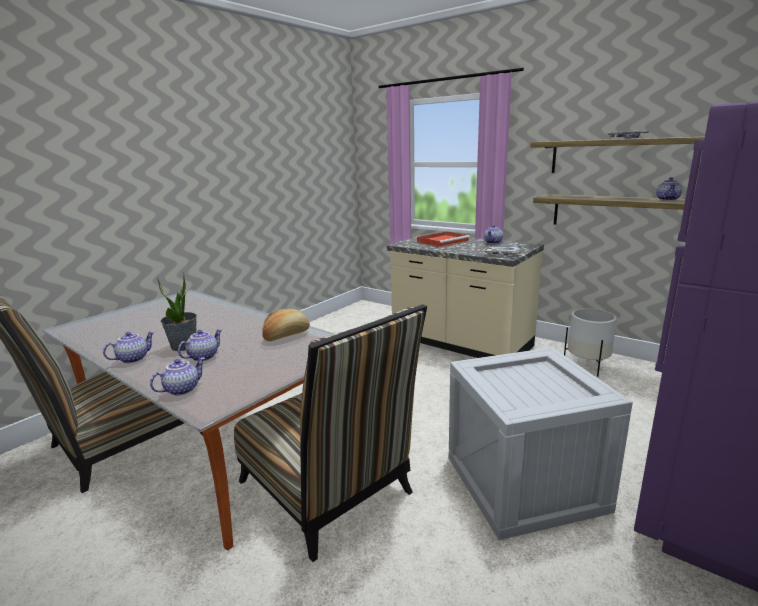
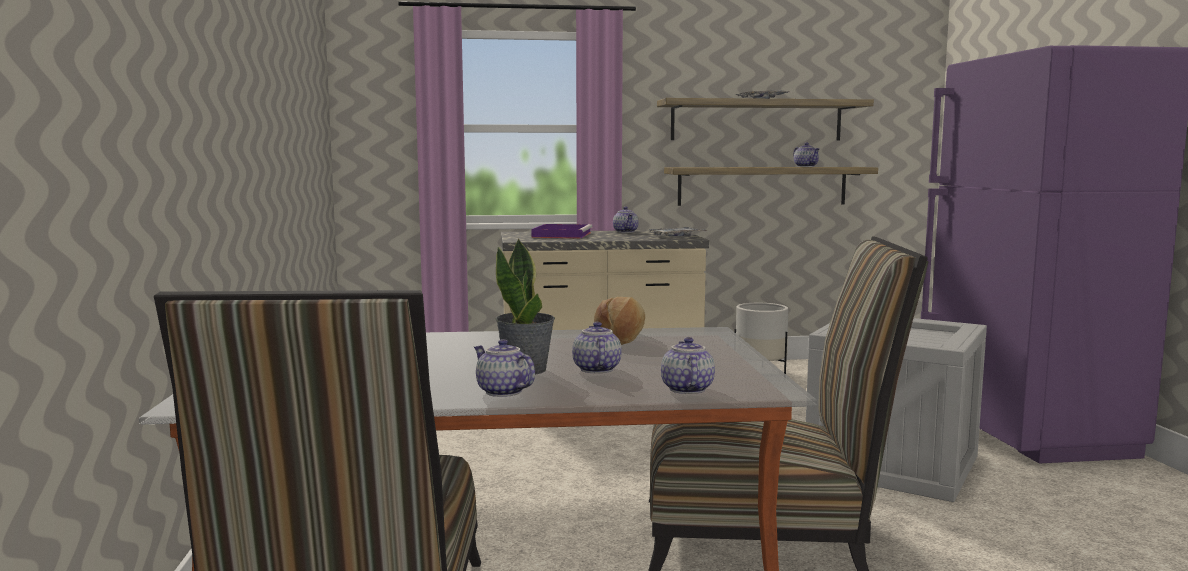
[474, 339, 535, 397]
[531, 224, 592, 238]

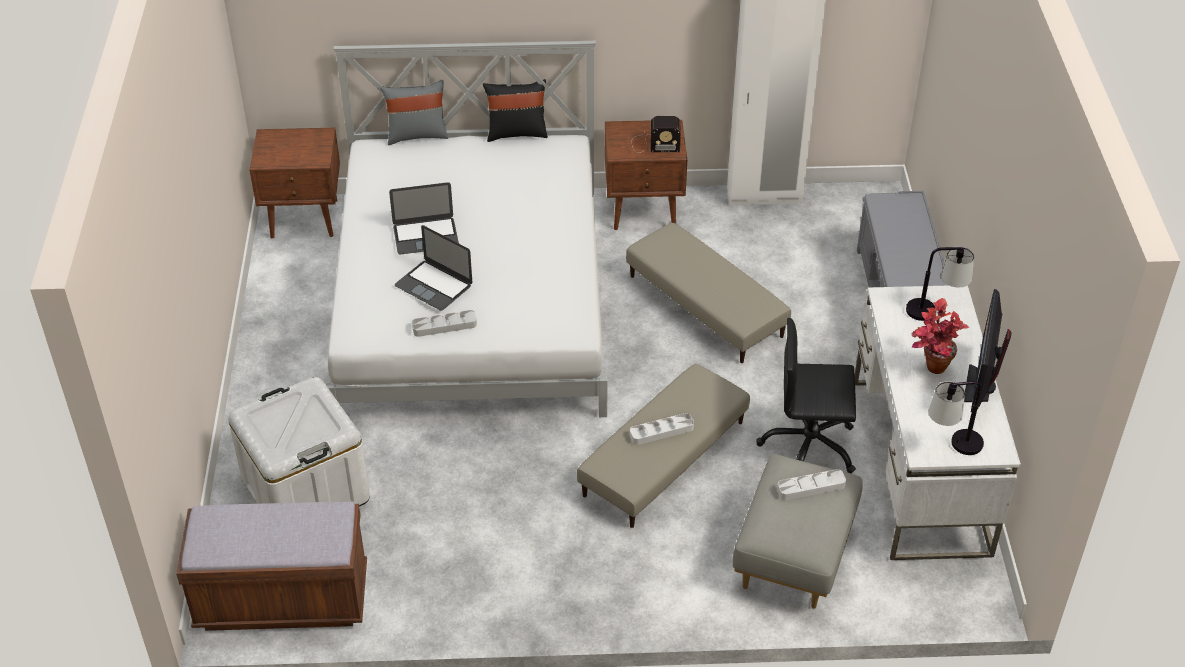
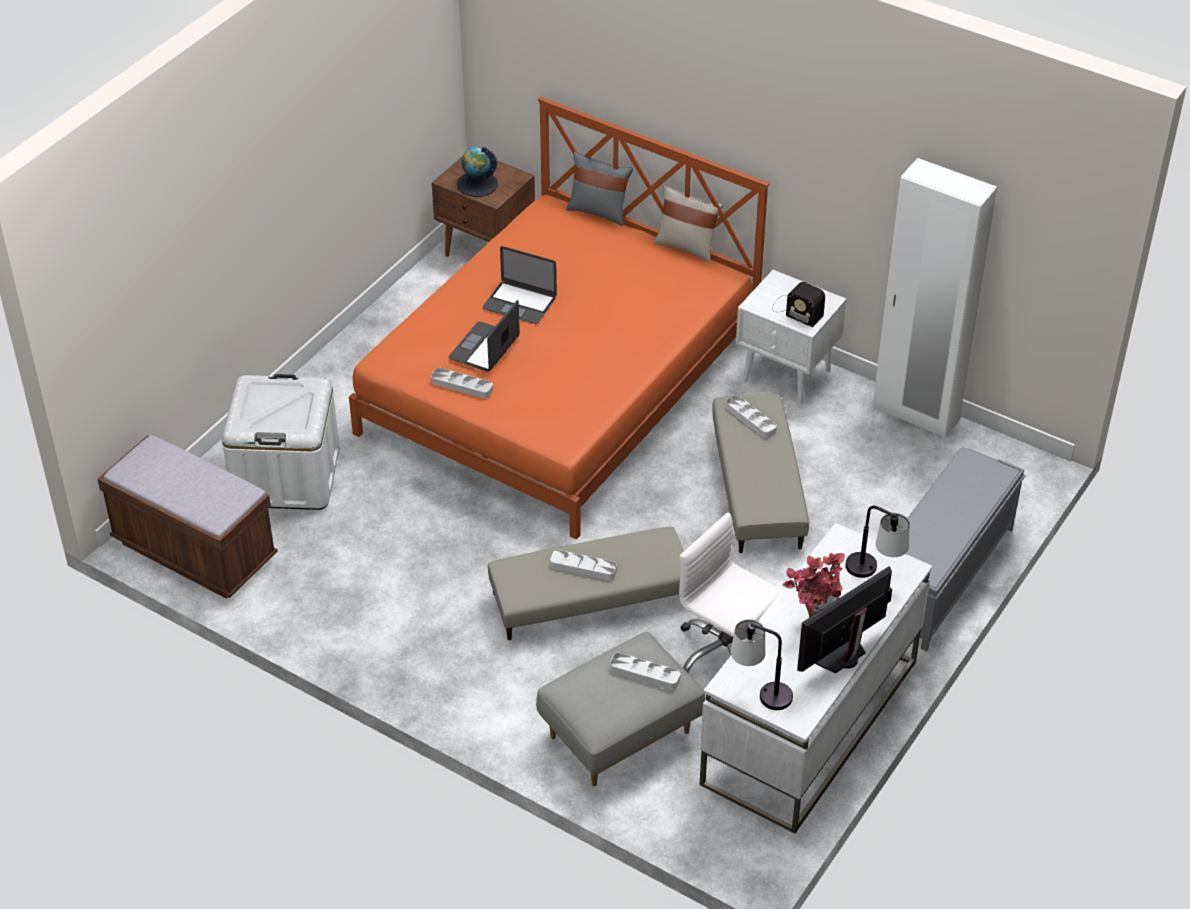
[349, 96, 770, 540]
[449, 300, 520, 372]
[654, 185, 723, 263]
[736, 270, 846, 405]
[679, 512, 782, 673]
[457, 147, 498, 197]
[725, 395, 777, 438]

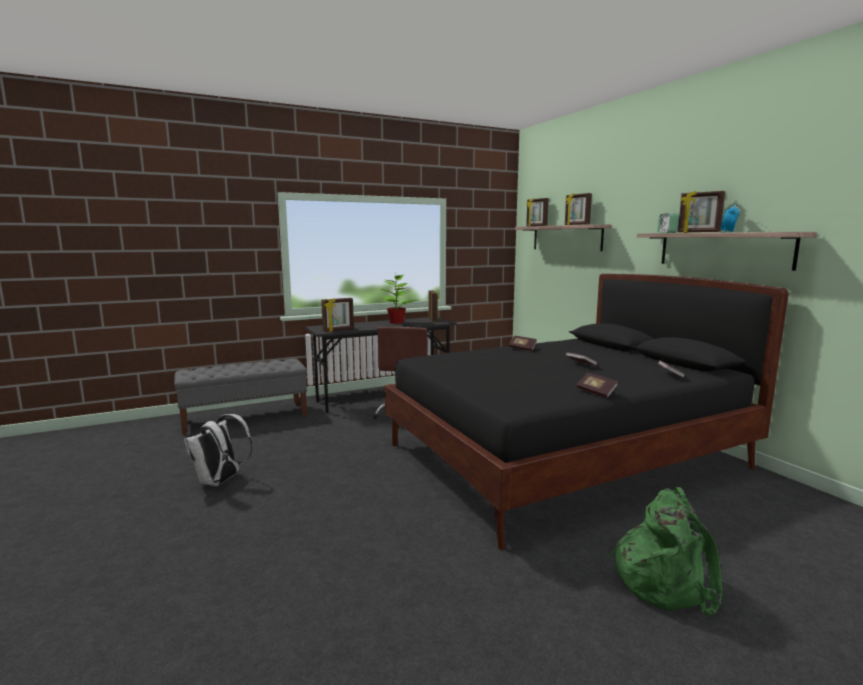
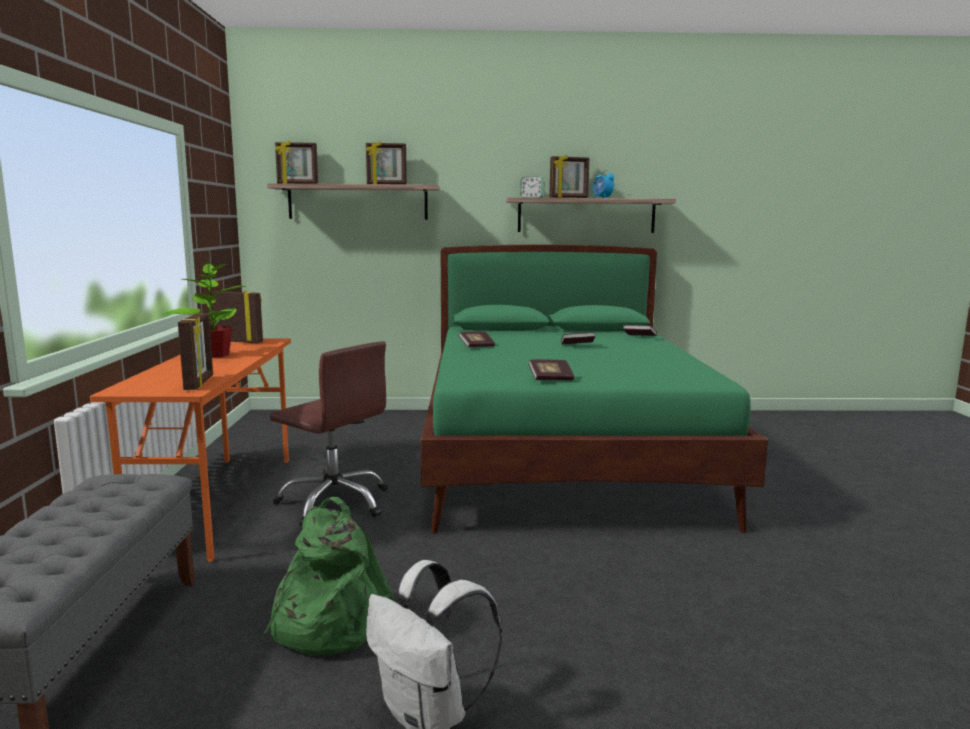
[90, 338, 291, 562]
[421, 245, 768, 533]
[528, 360, 574, 380]
[264, 497, 396, 655]

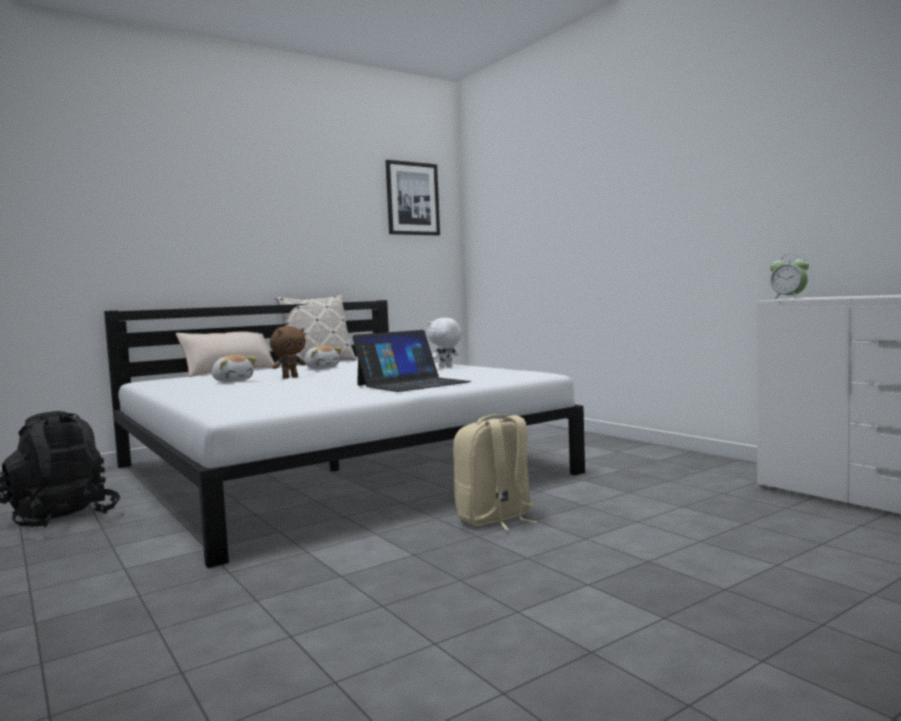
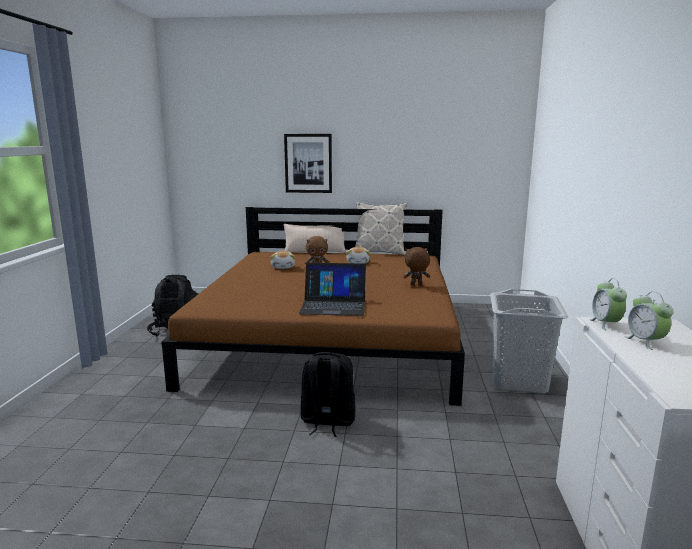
[162, 207, 465, 406]
[284, 134, 332, 193]
[403, 247, 430, 286]
[301, 352, 355, 437]
[490, 289, 568, 394]
[625, 292, 674, 350]

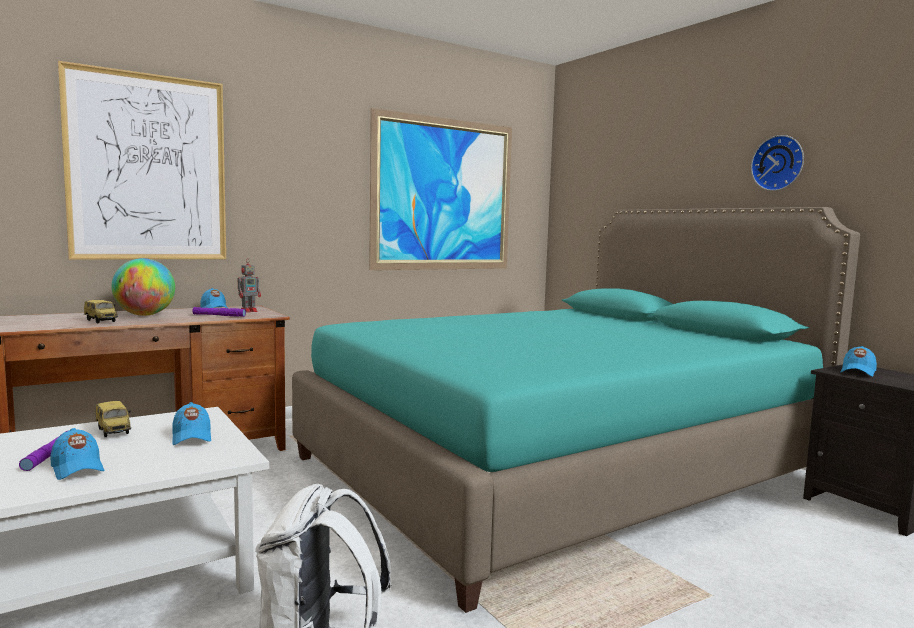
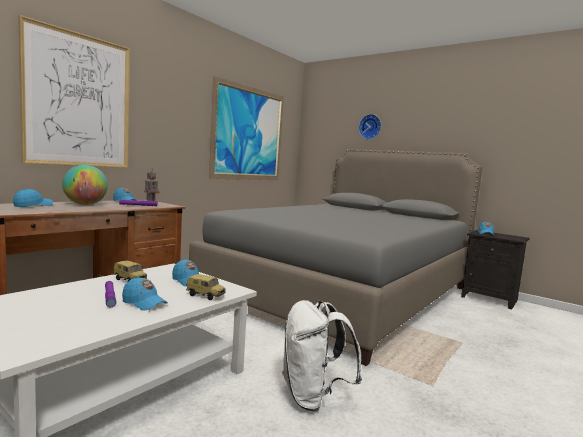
[186, 274, 226, 300]
[189, 149, 482, 366]
[358, 114, 381, 139]
[13, 189, 53, 207]

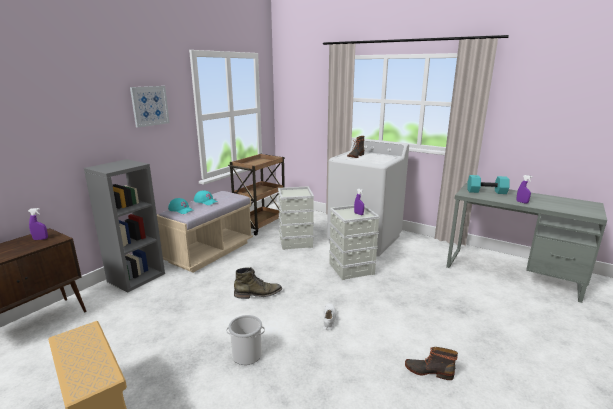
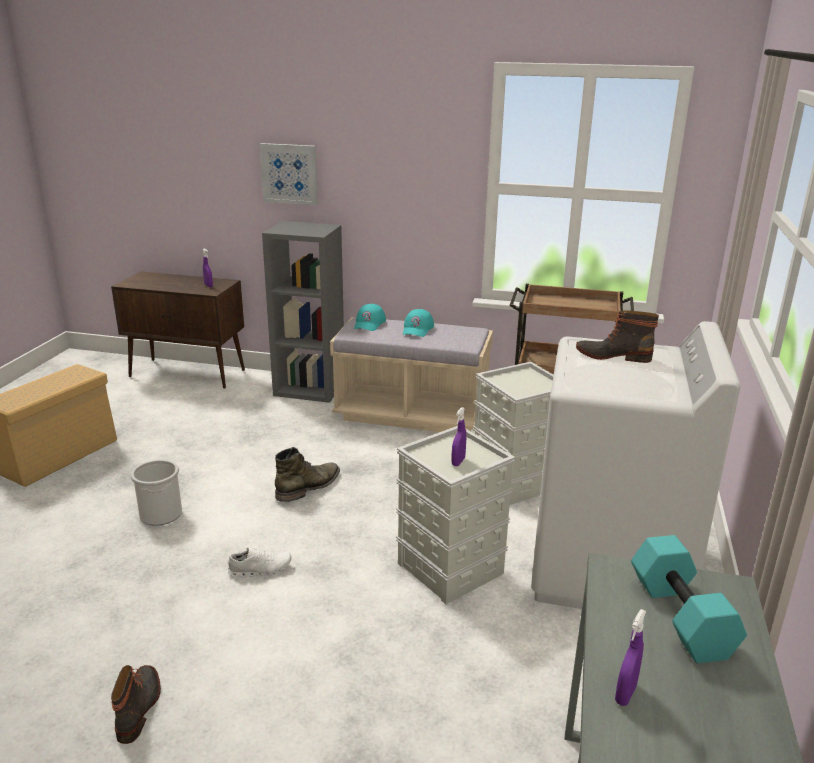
[260, 143, 318, 205]
[275, 447, 340, 502]

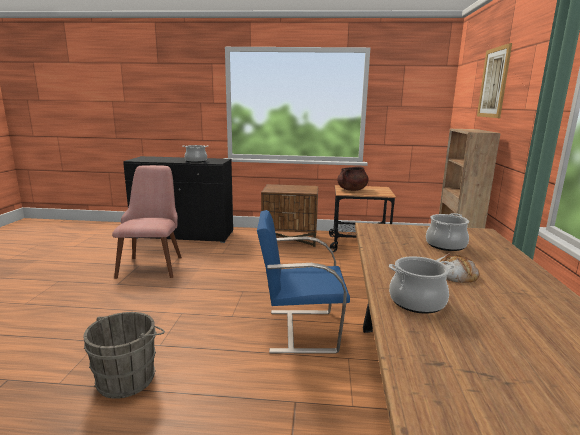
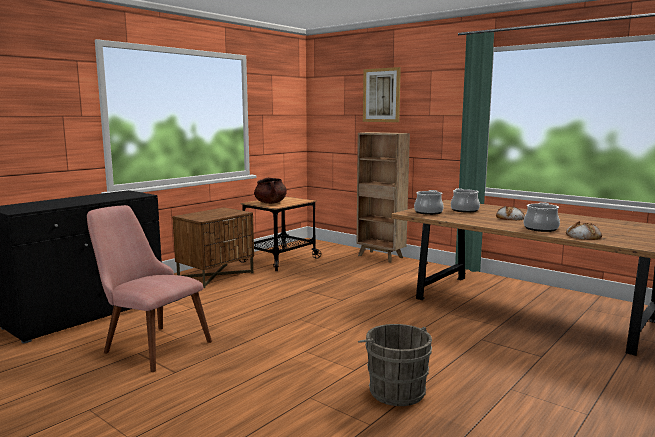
[414, 190, 444, 215]
[257, 210, 350, 353] (first image)
[566, 221, 602, 240]

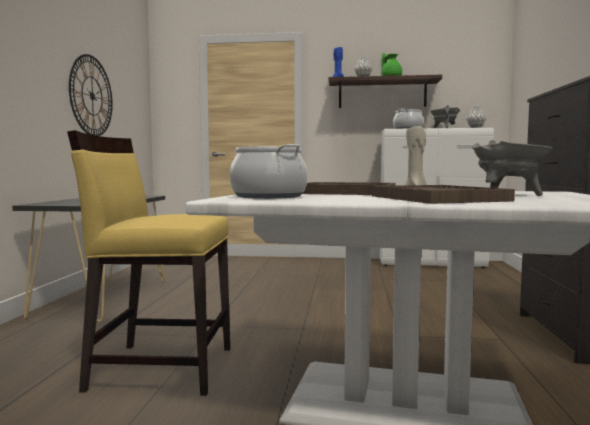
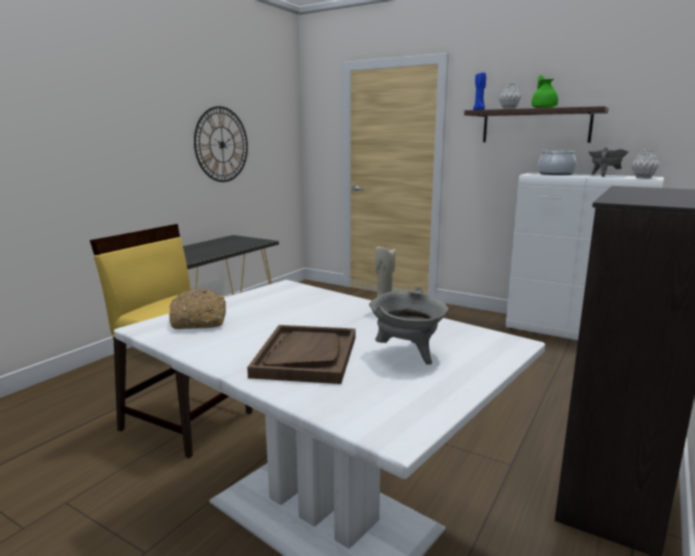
[169, 289, 226, 329]
[302, 182, 396, 195] (first image)

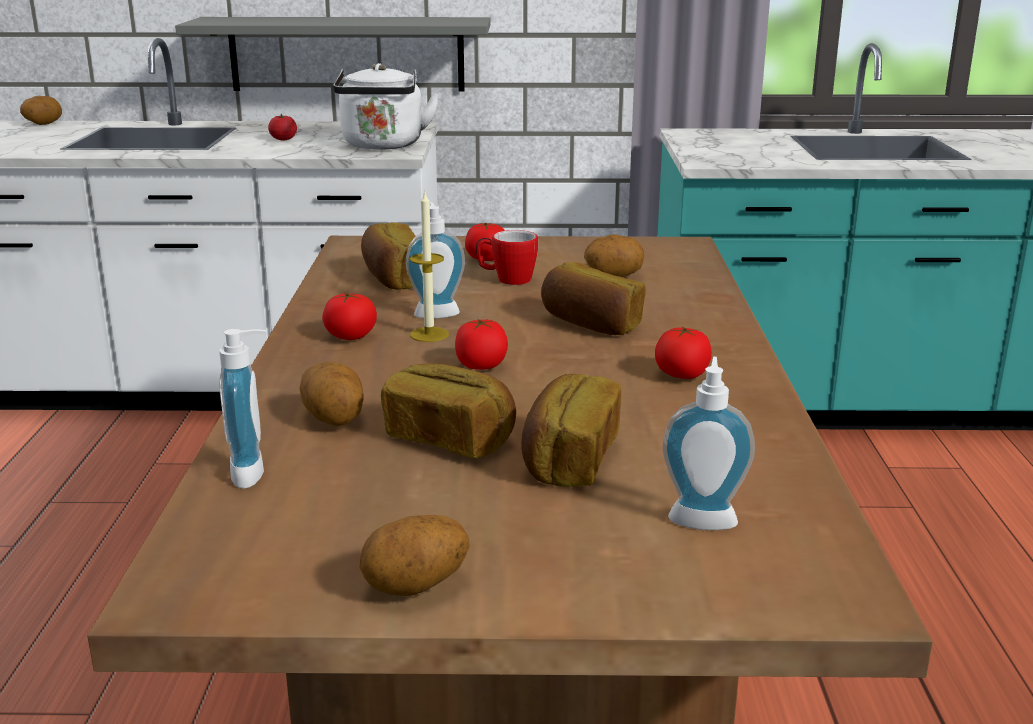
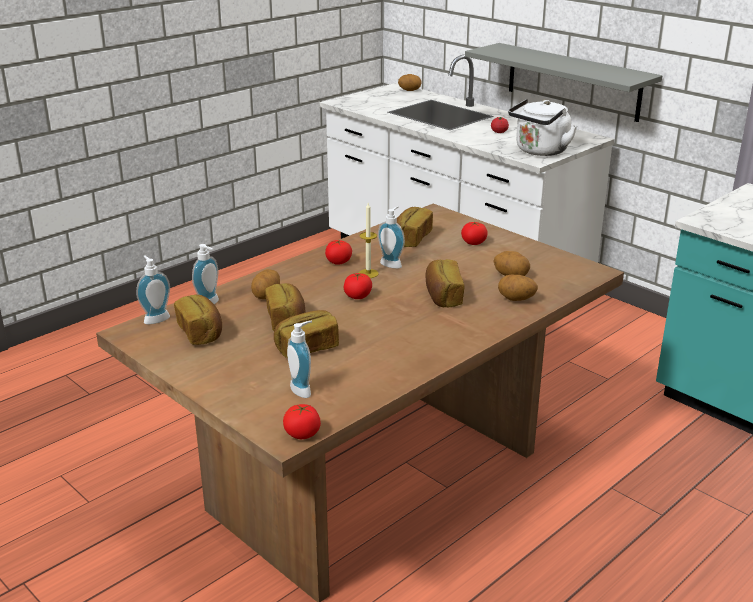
[498, 275, 538, 301]
[476, 230, 538, 285] (first image)
[283, 404, 321, 439]
[136, 255, 170, 325]
[174, 294, 222, 345]

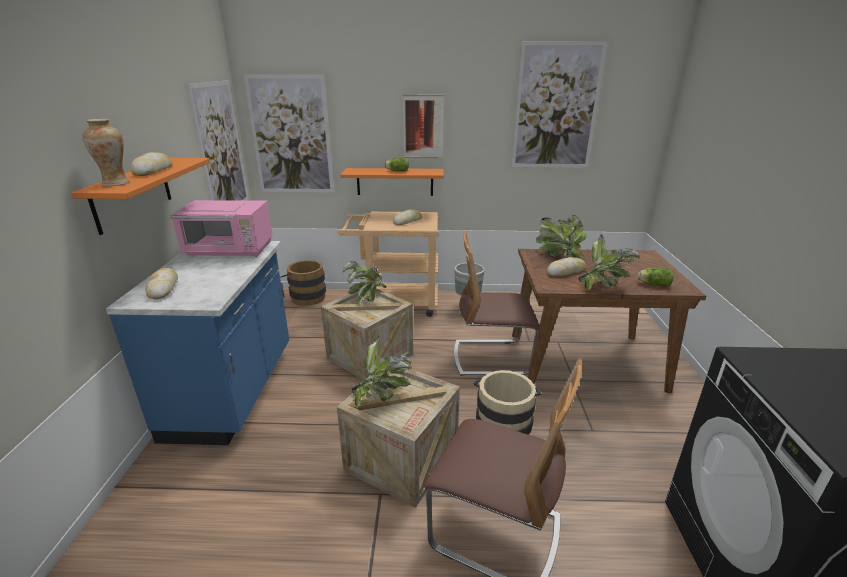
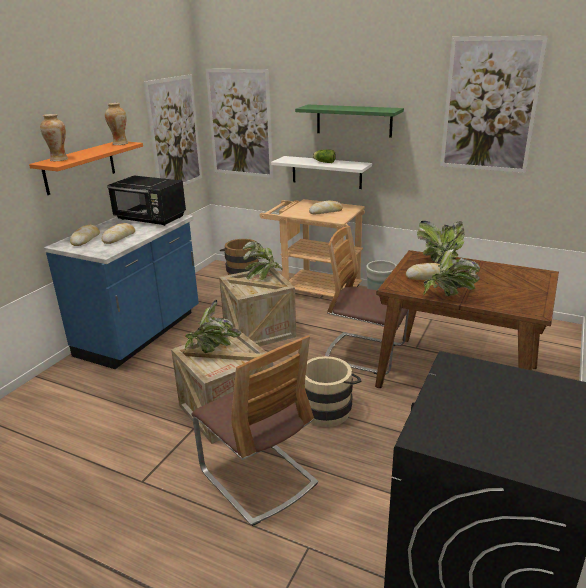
[102, 223, 135, 244]
[107, 176, 186, 226]
[271, 156, 372, 189]
[295, 105, 404, 138]
[637, 268, 673, 287] (first image)
[105, 103, 128, 145]

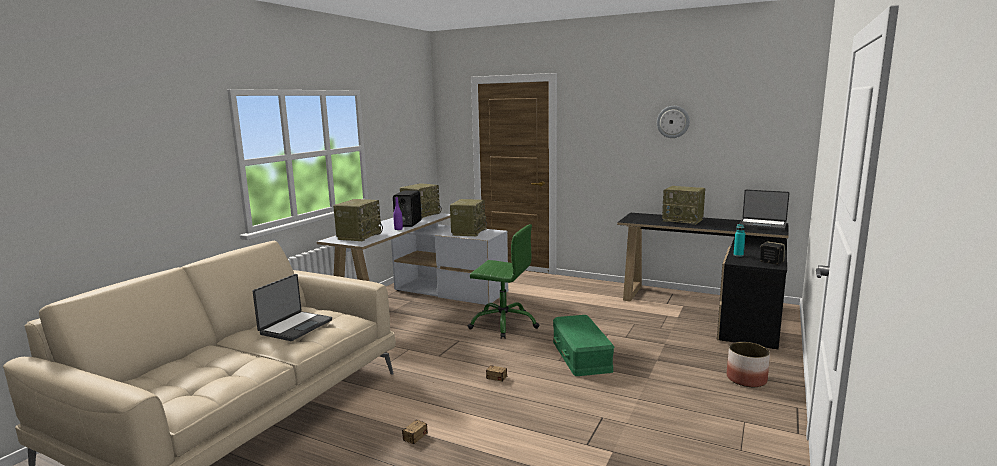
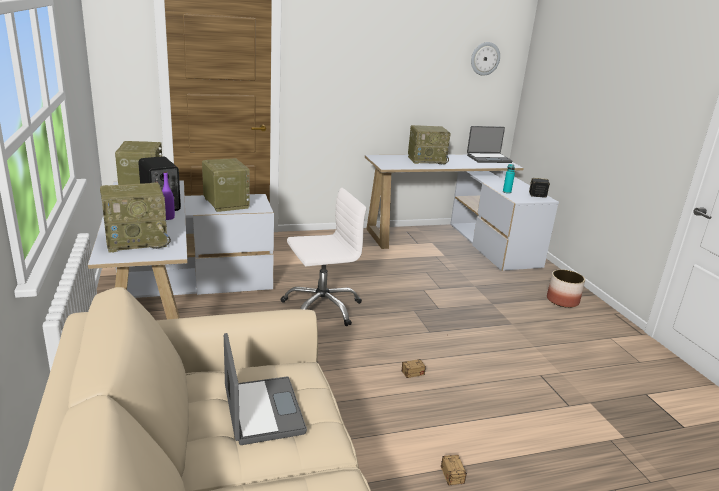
[100, 183, 171, 253]
[280, 188, 367, 326]
[553, 315, 614, 376] (first image)
[365, 154, 559, 271]
[471, 42, 500, 76]

